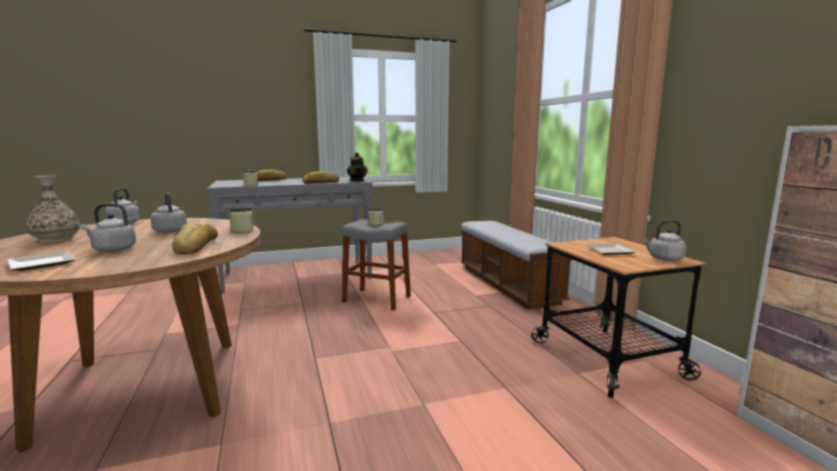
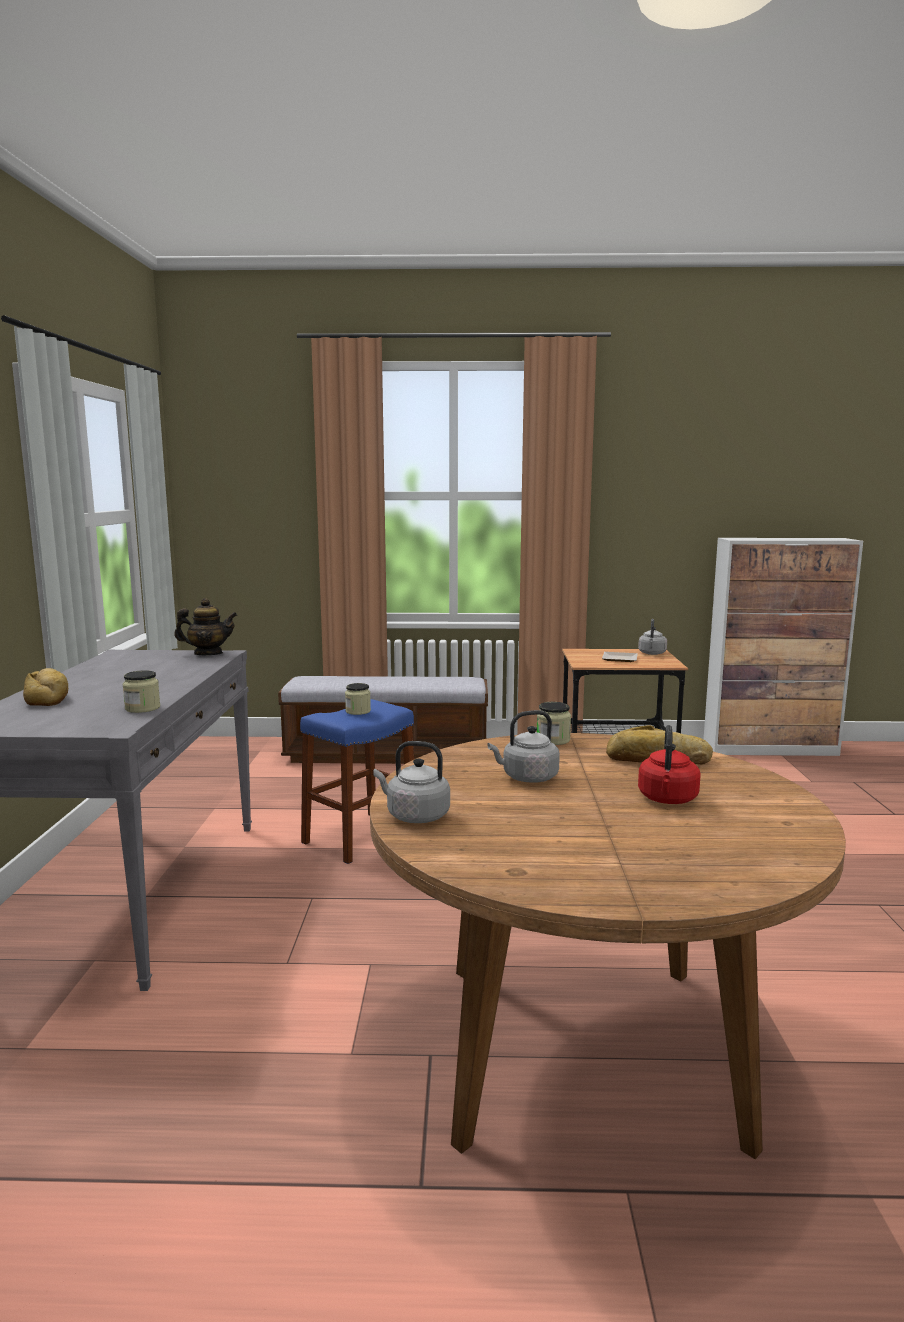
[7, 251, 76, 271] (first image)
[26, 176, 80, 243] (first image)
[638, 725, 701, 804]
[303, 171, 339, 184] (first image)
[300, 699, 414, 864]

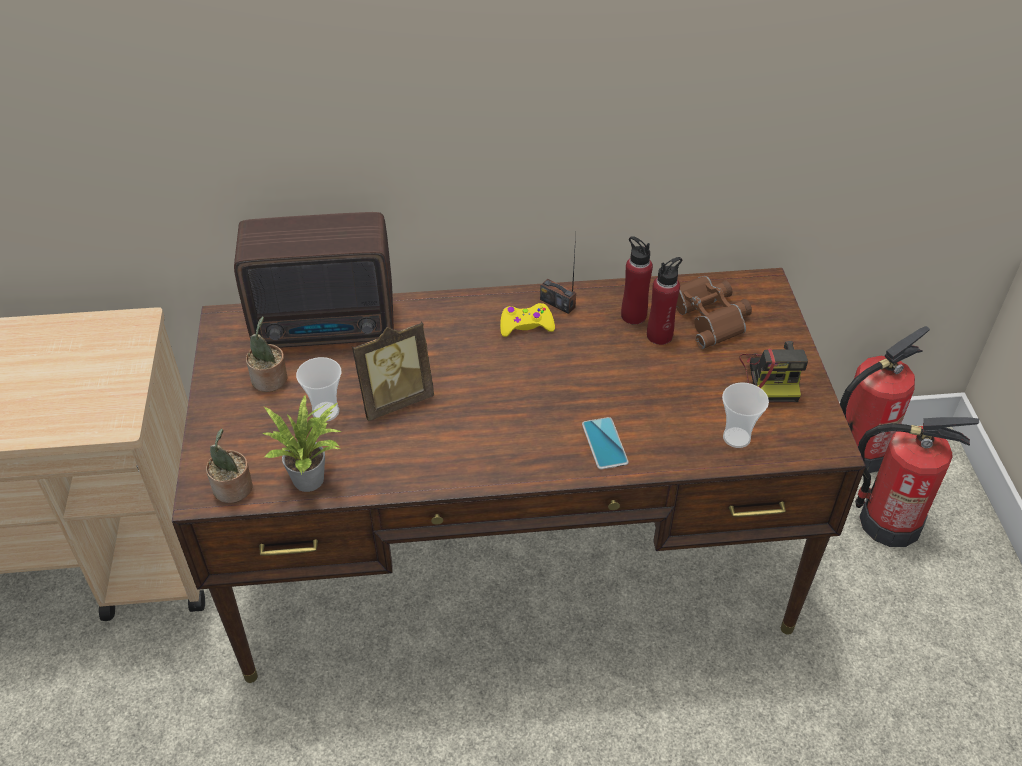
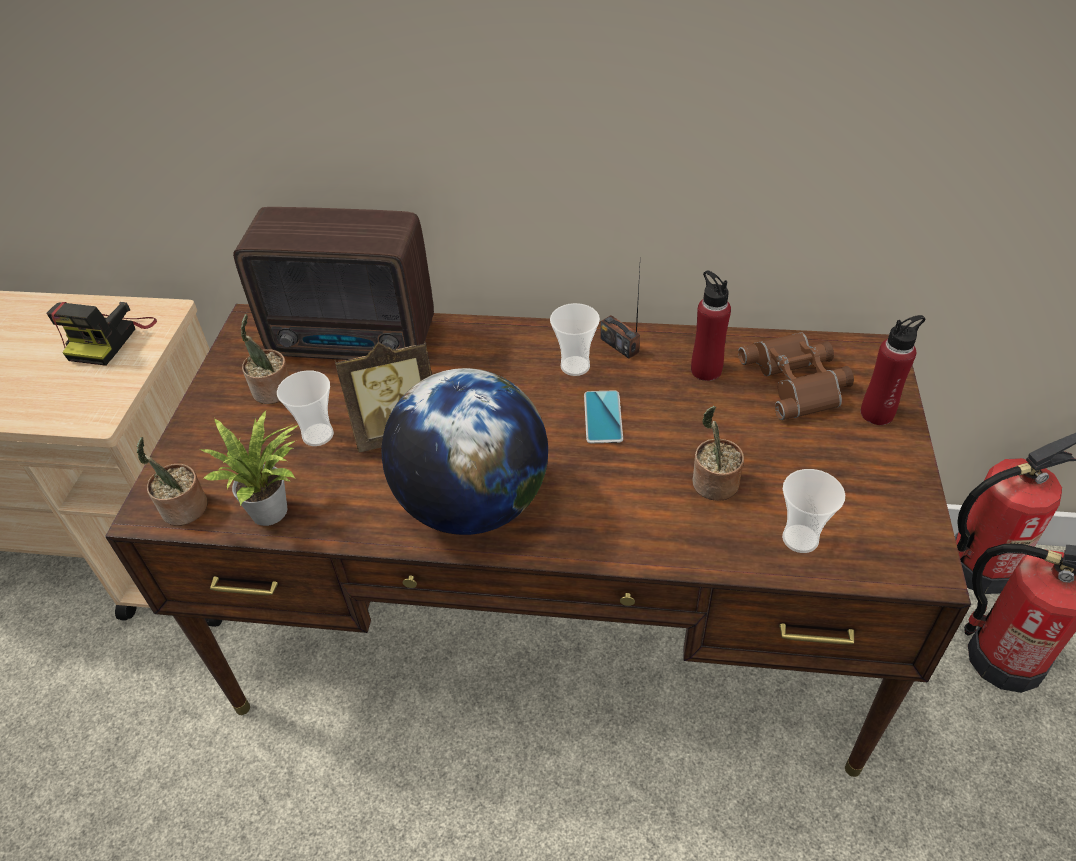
[550, 303, 600, 376]
[584, 390, 623, 443]
[861, 315, 926, 425]
[46, 302, 157, 366]
[381, 368, 548, 535]
[692, 406, 744, 501]

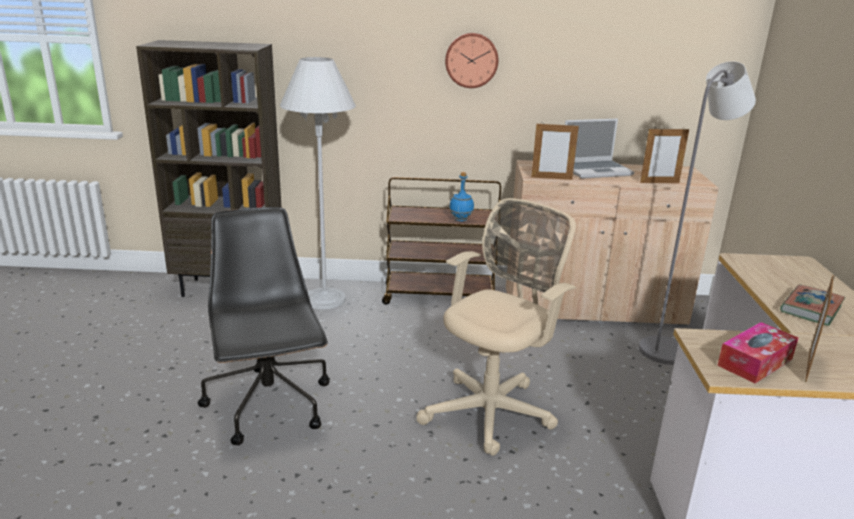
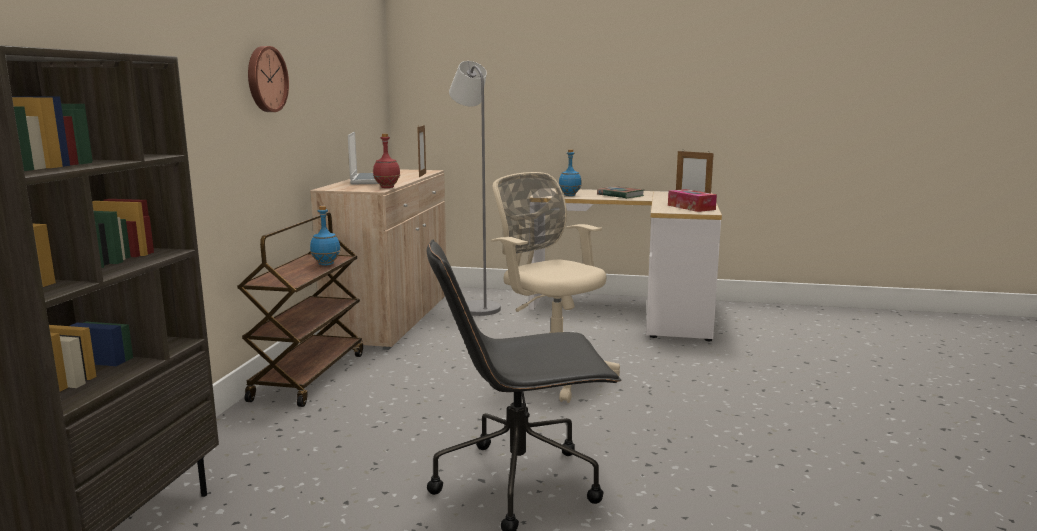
[280, 57, 356, 309] (first image)
[373, 134, 400, 188]
[559, 149, 582, 196]

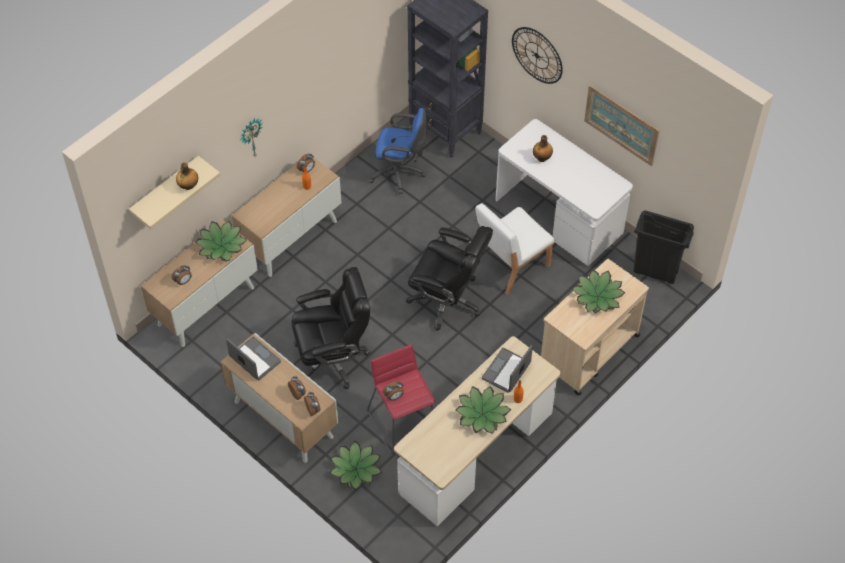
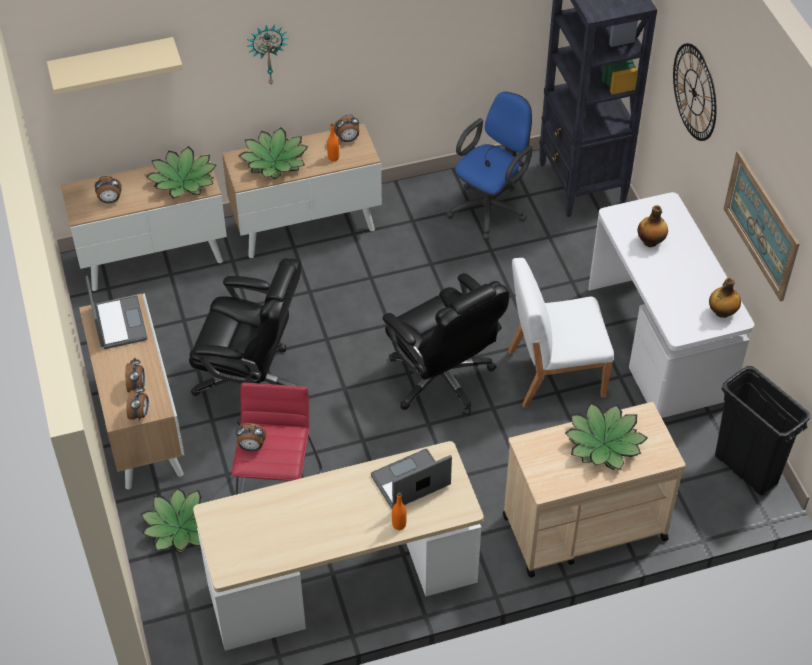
[709, 278, 741, 318]
[446, 92, 533, 240]
[239, 127, 308, 179]

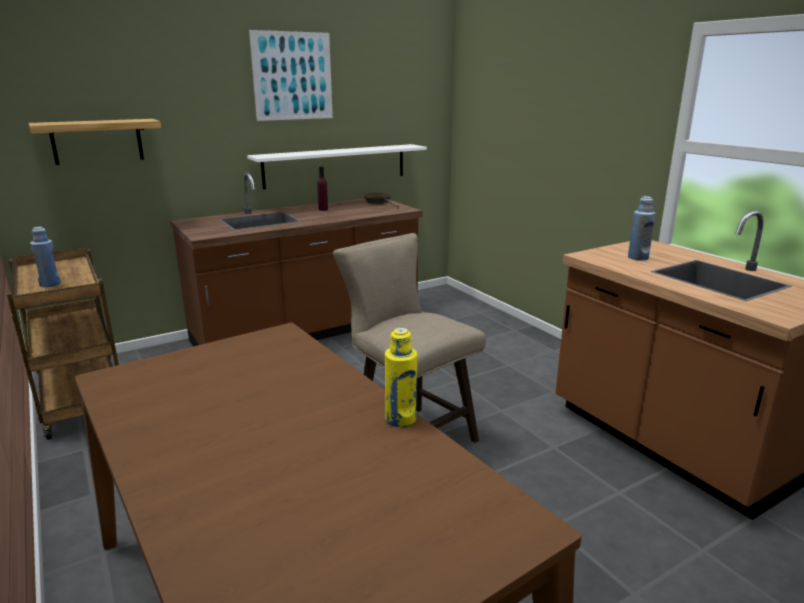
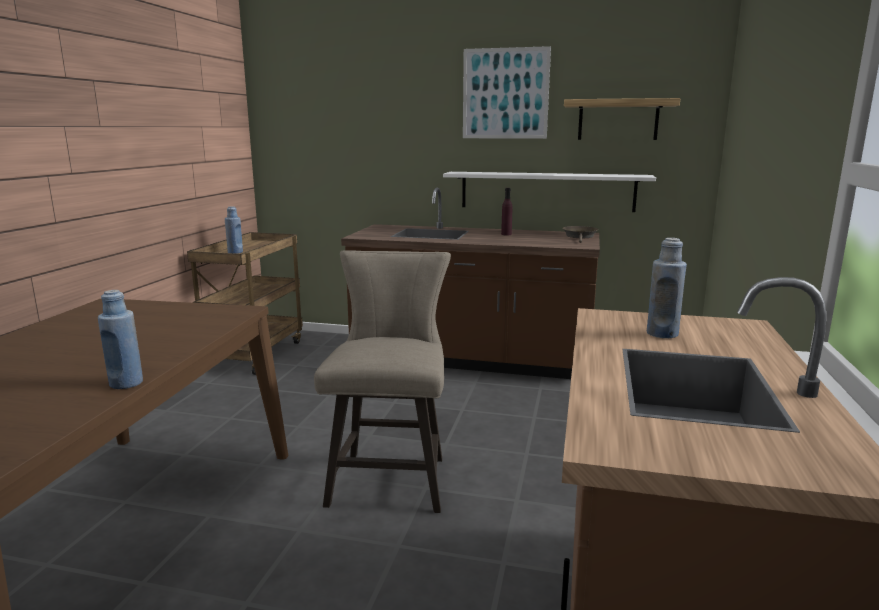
[564, 98, 681, 140]
[98, 290, 143, 389]

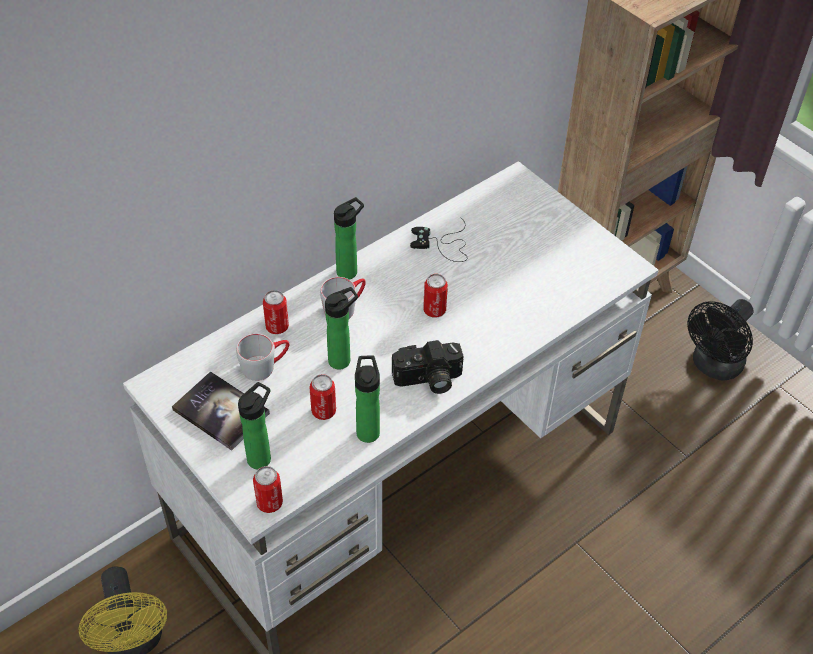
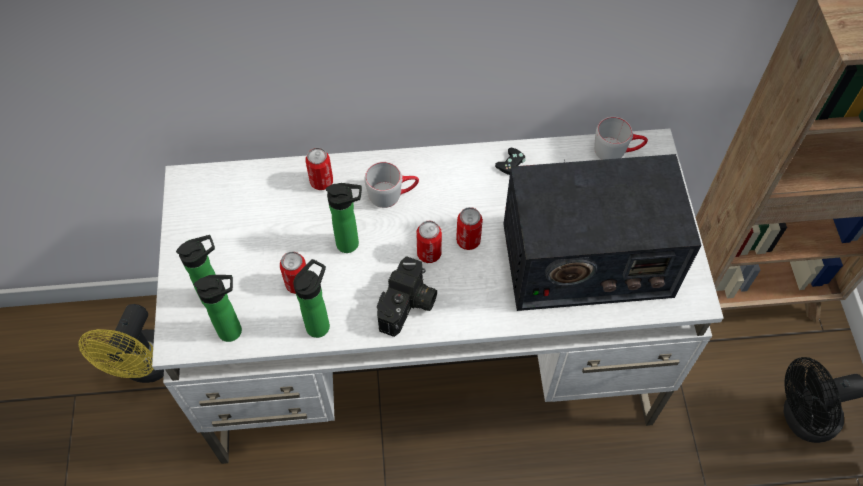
[172, 371, 270, 451] (first image)
[594, 117, 648, 160]
[416, 221, 442, 263]
[194, 275, 242, 342]
[377, 256, 437, 337]
[503, 154, 701, 311]

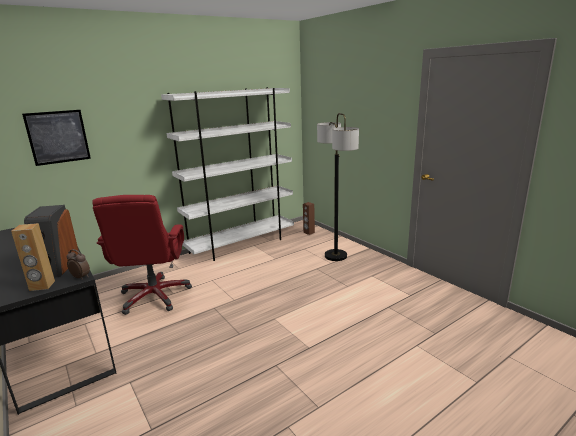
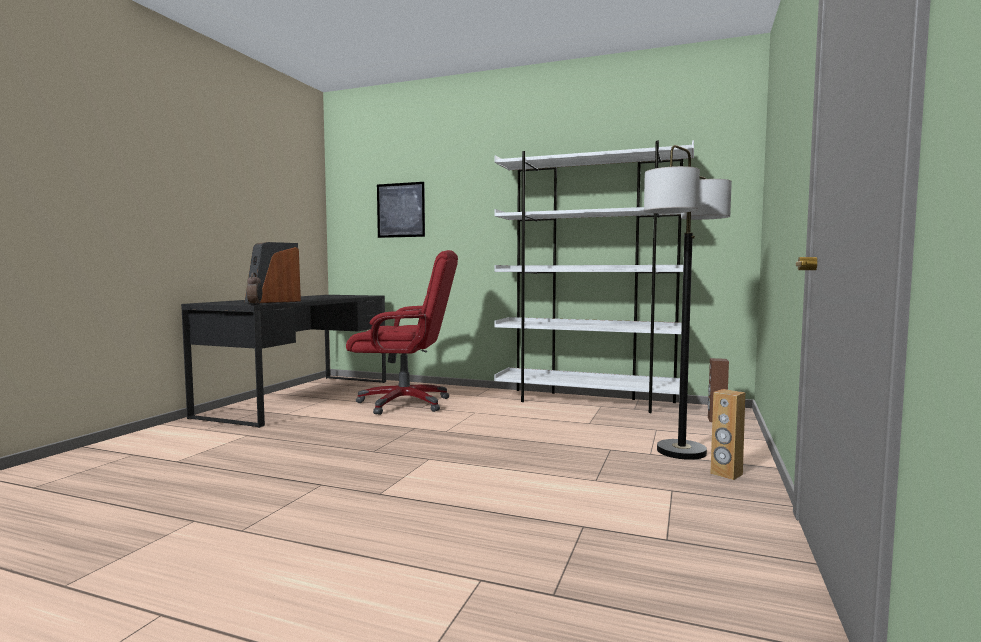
[710, 389, 745, 480]
[346, 250, 458, 415]

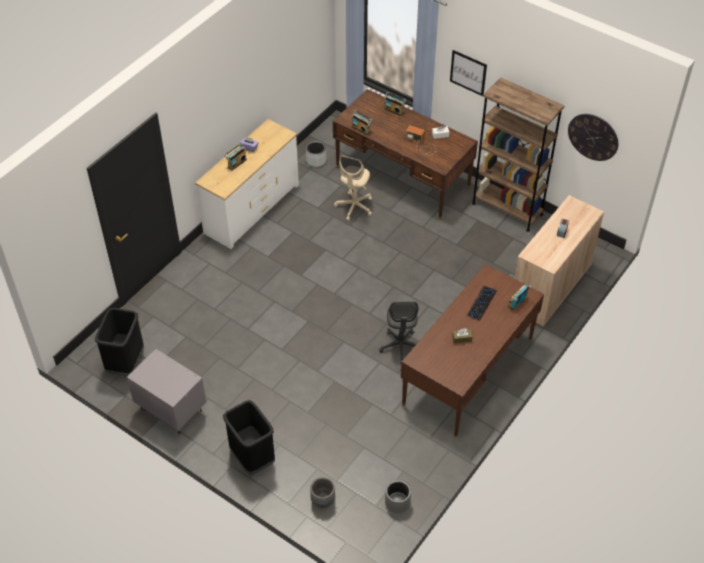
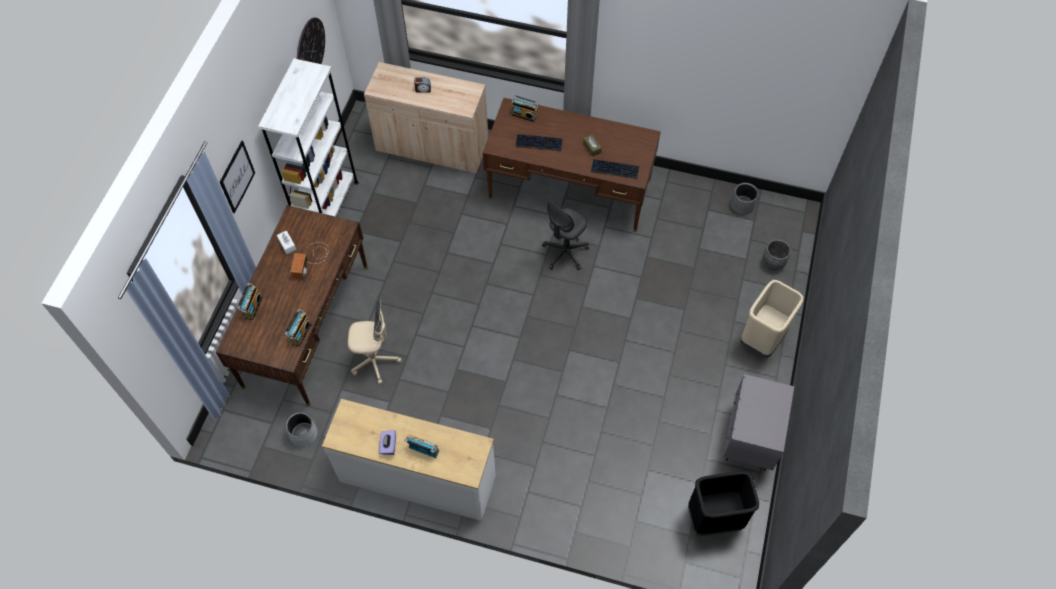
[740, 280, 804, 358]
[542, 201, 589, 270]
[258, 58, 359, 217]
[591, 159, 639, 179]

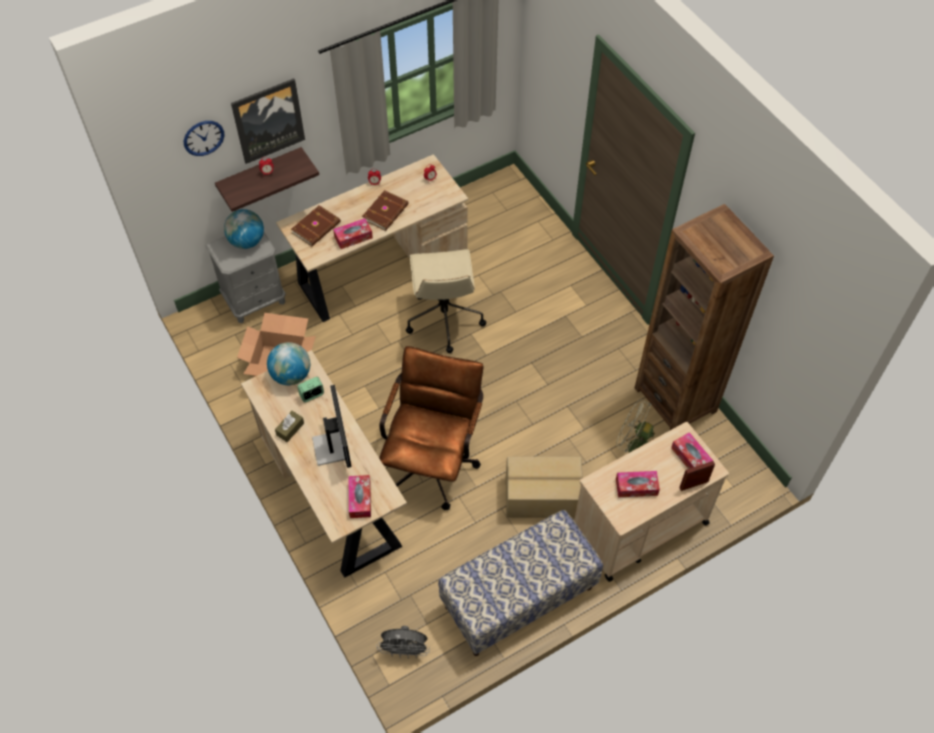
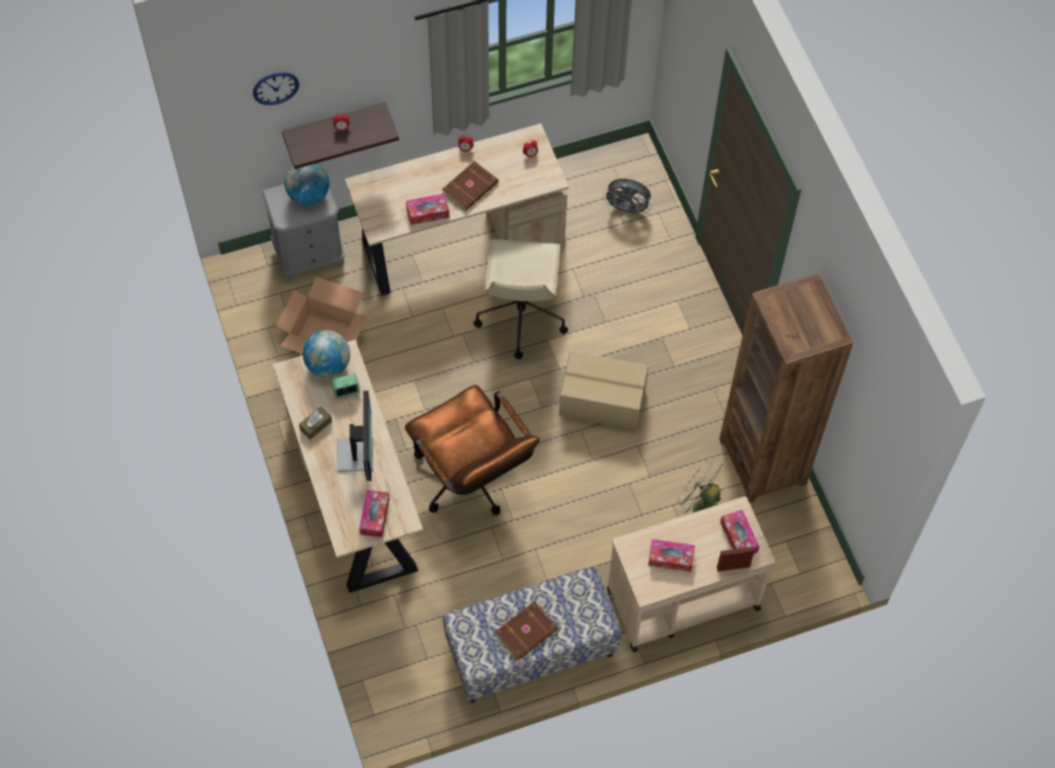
[231, 79, 305, 164] (first image)
[495, 601, 558, 660]
[603, 179, 652, 216]
[405, 385, 540, 515]
[559, 351, 649, 430]

